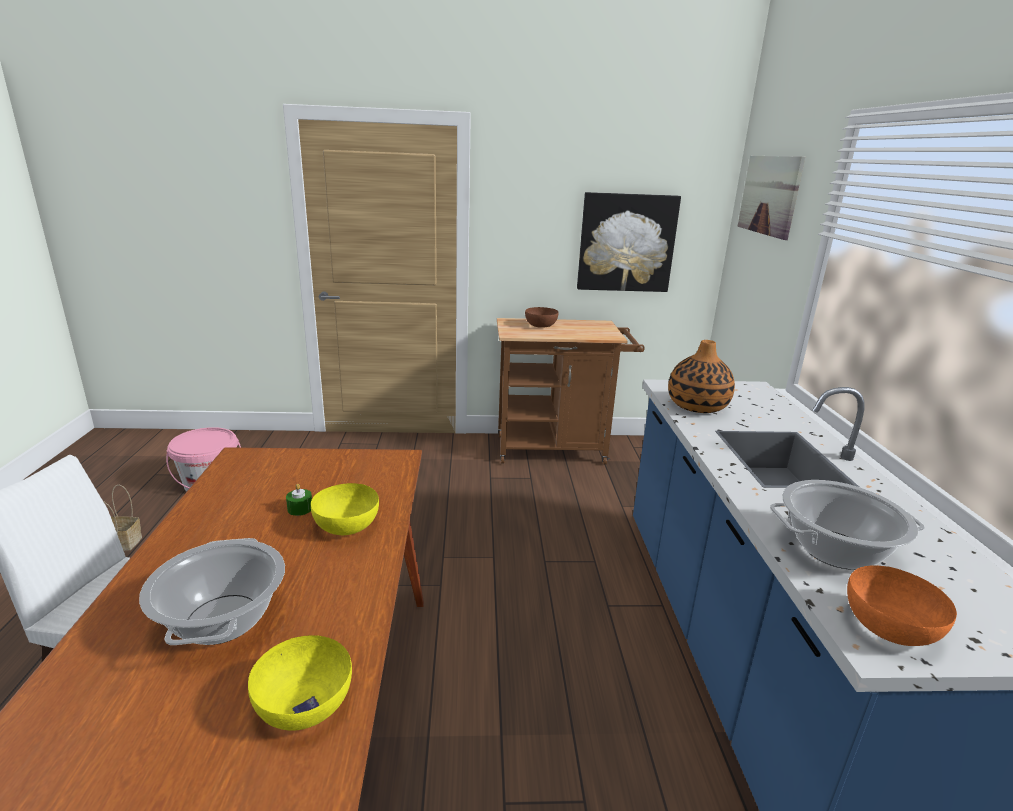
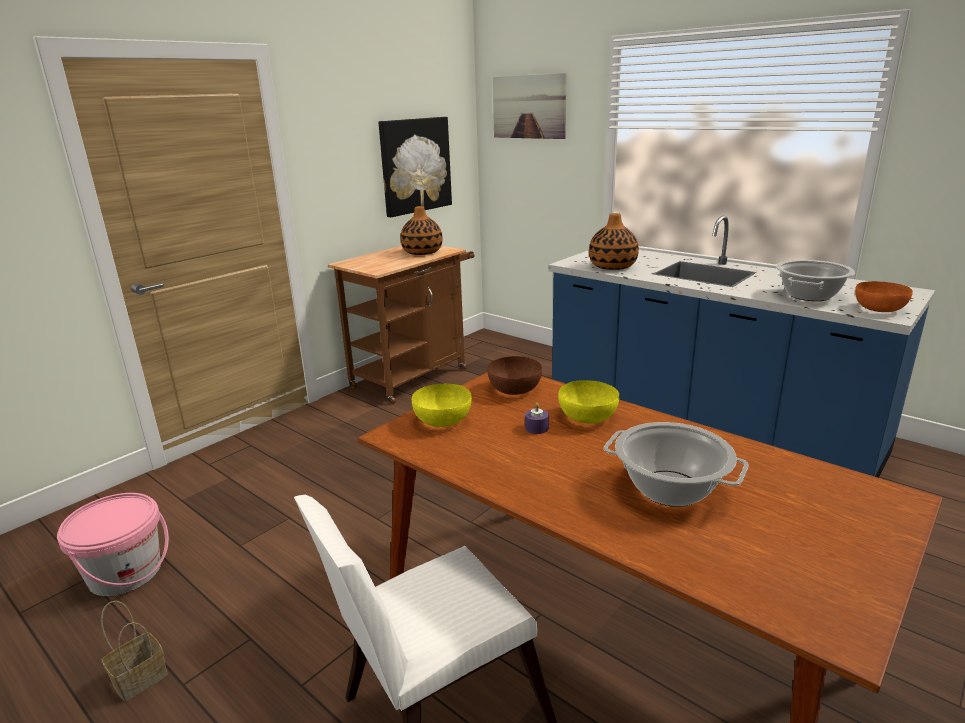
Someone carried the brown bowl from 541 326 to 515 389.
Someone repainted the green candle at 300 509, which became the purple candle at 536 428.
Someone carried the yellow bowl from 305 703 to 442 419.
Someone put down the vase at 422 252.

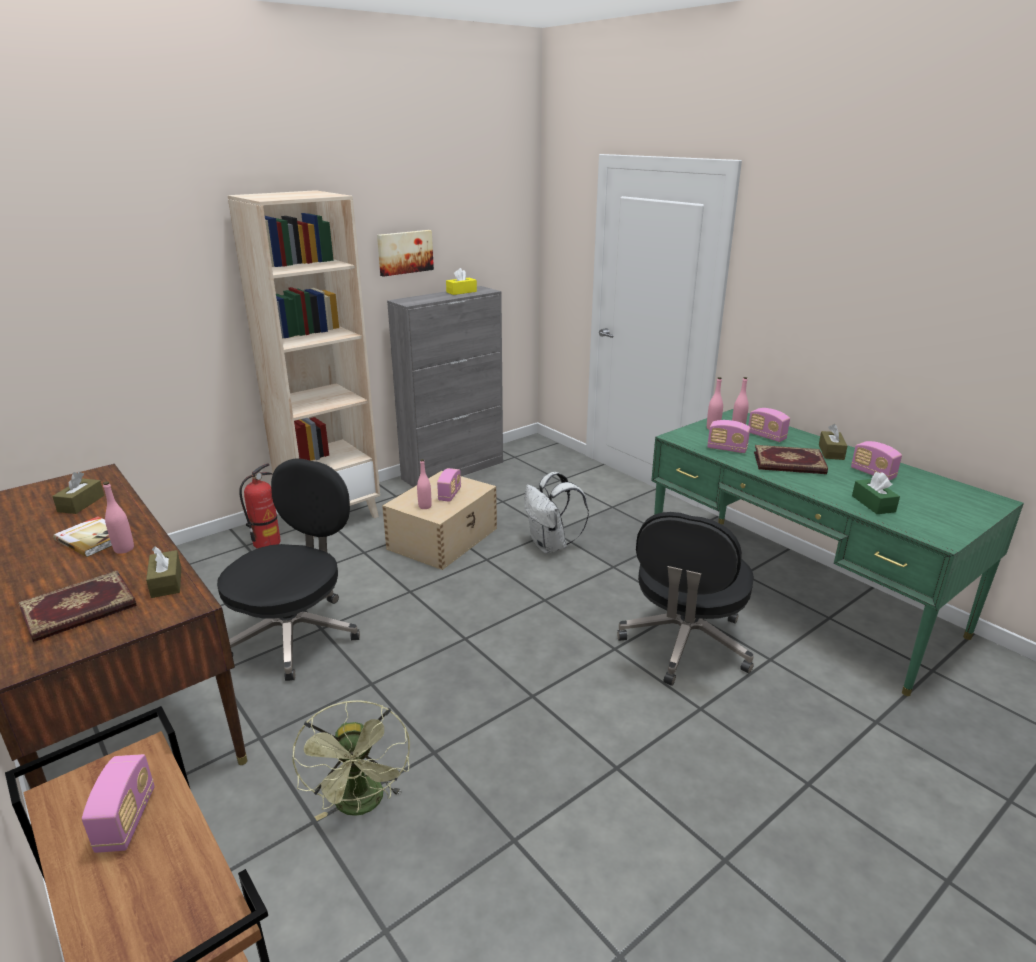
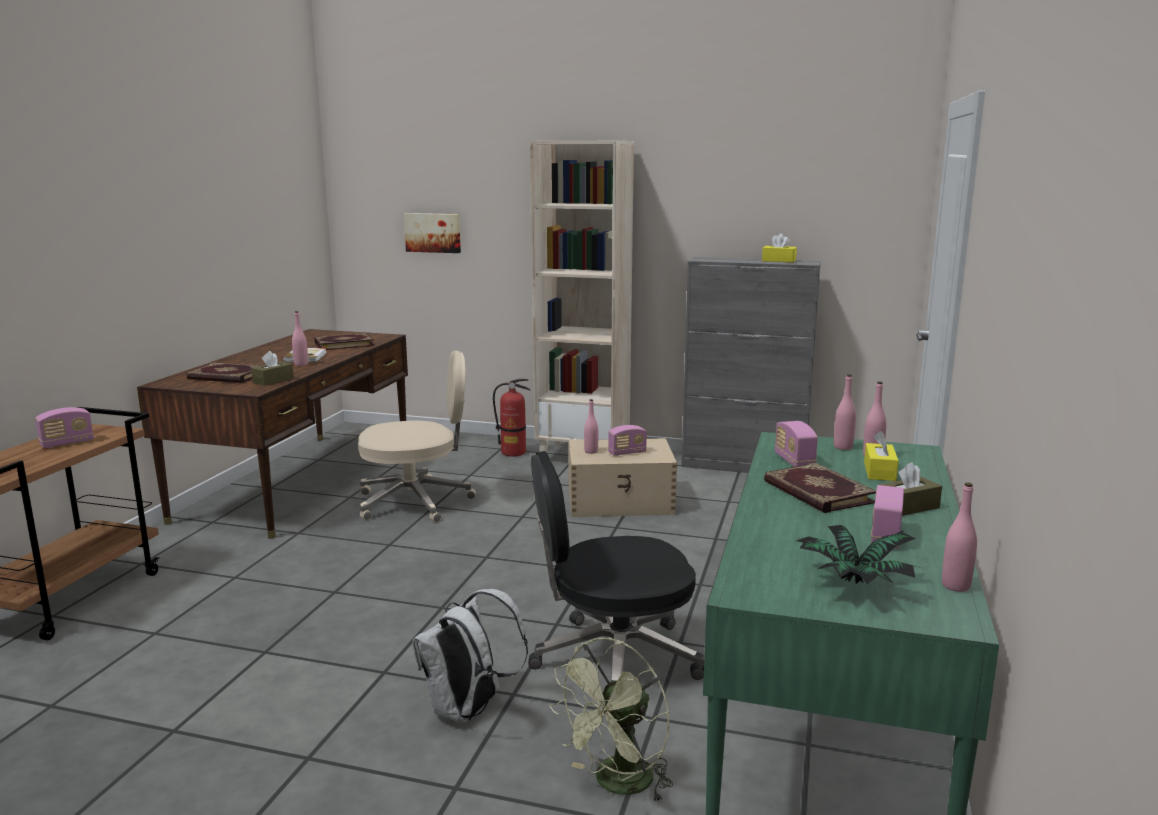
Someone carried the picture from 404 252 to 433 232.
Someone swapped the radio at 766 436 for the yellow tissue box at 879 471.
Someone repainted the black office chair at 295 634, which became the beige office chair at 416 502.
Someone swapped the brown tissue box at 81 503 for the book at 344 344.
Someone carried the white backpack from 551 546 to 468 710.
Someone took away the green tissue box at 873 504.
Someone carried the green fan from 362 805 to 617 785.
Someone put down the pink bottle at 955 586.
Someone put down the potted plant at 853 584.

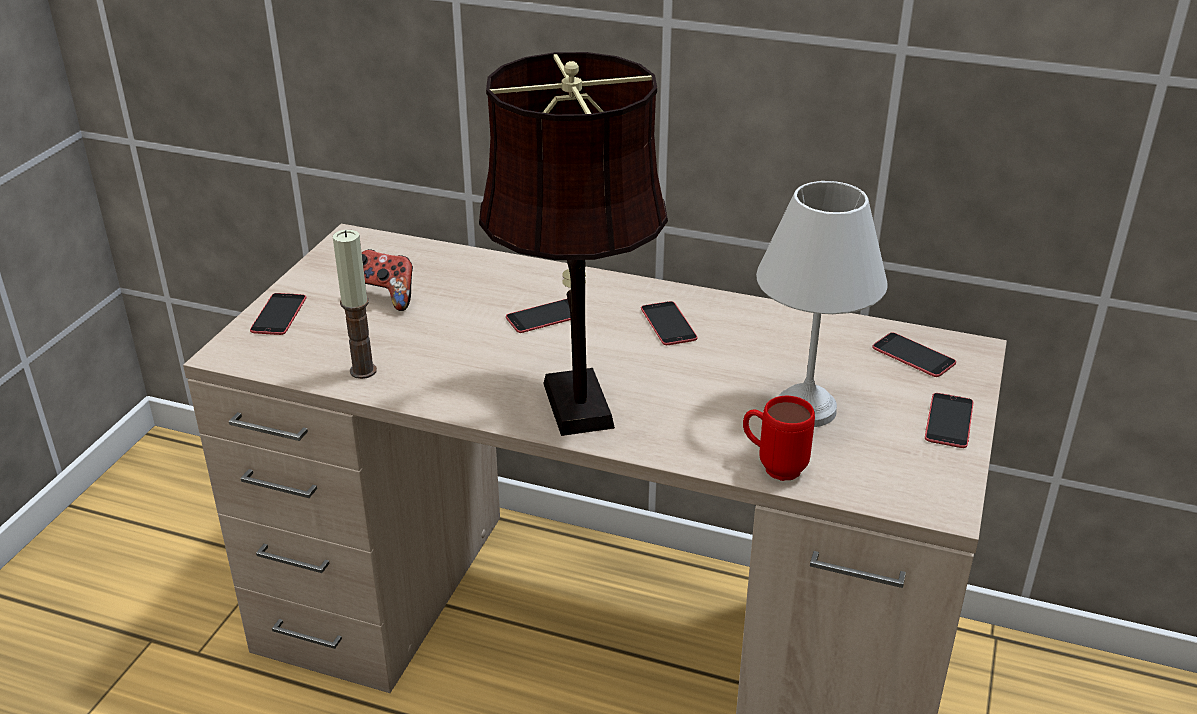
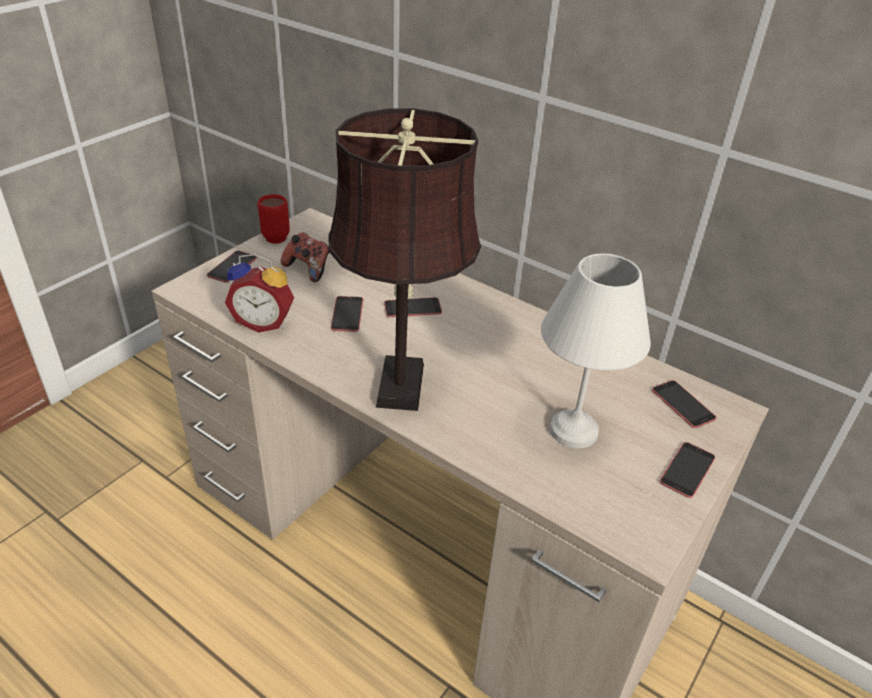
Someone swapped the candle at 363 371 for the alarm clock at 264 322.
Someone carried the phone from 668 324 to 347 314.
Someone carried the red mug from 773 467 to 272 236.

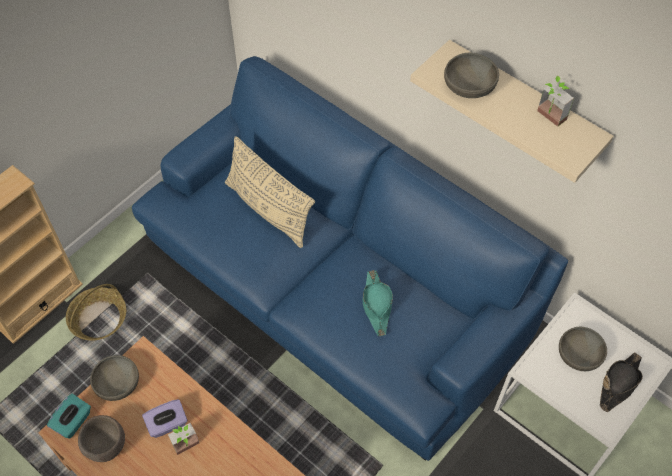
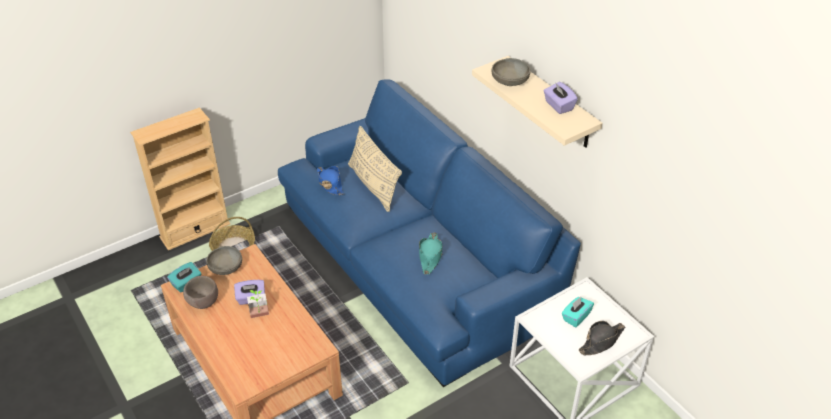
Someone swapped the potted plant at 548 118 for the purple tissue box at 558 106.
Someone swapped the grey bowl at 579 355 for the turquoise tissue box at 575 317.
Someone put down the blue hat at 330 184.

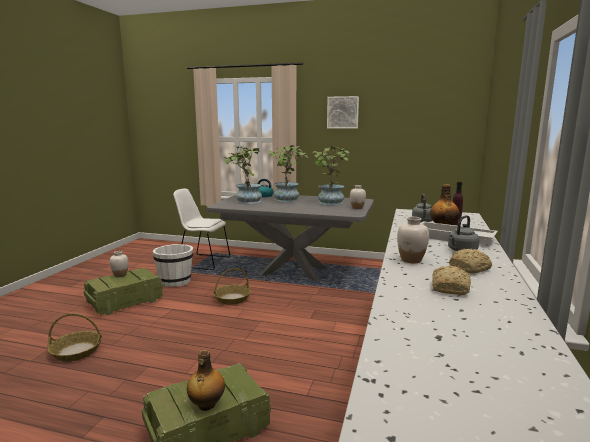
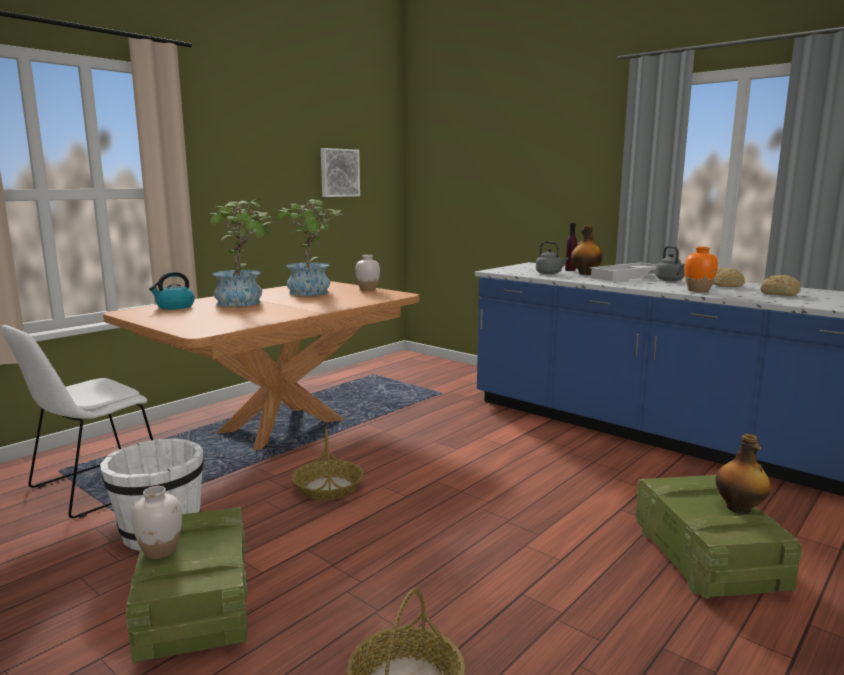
Someone carried the picture from 343 112 to 339 173.
Someone took away the potted plant at 245 201.
Someone repainted the grey dining table at 293 271, which became the brown dining table at 280 426.
Someone repainted the white vase at 411 260, which became the orange vase at 698 290.

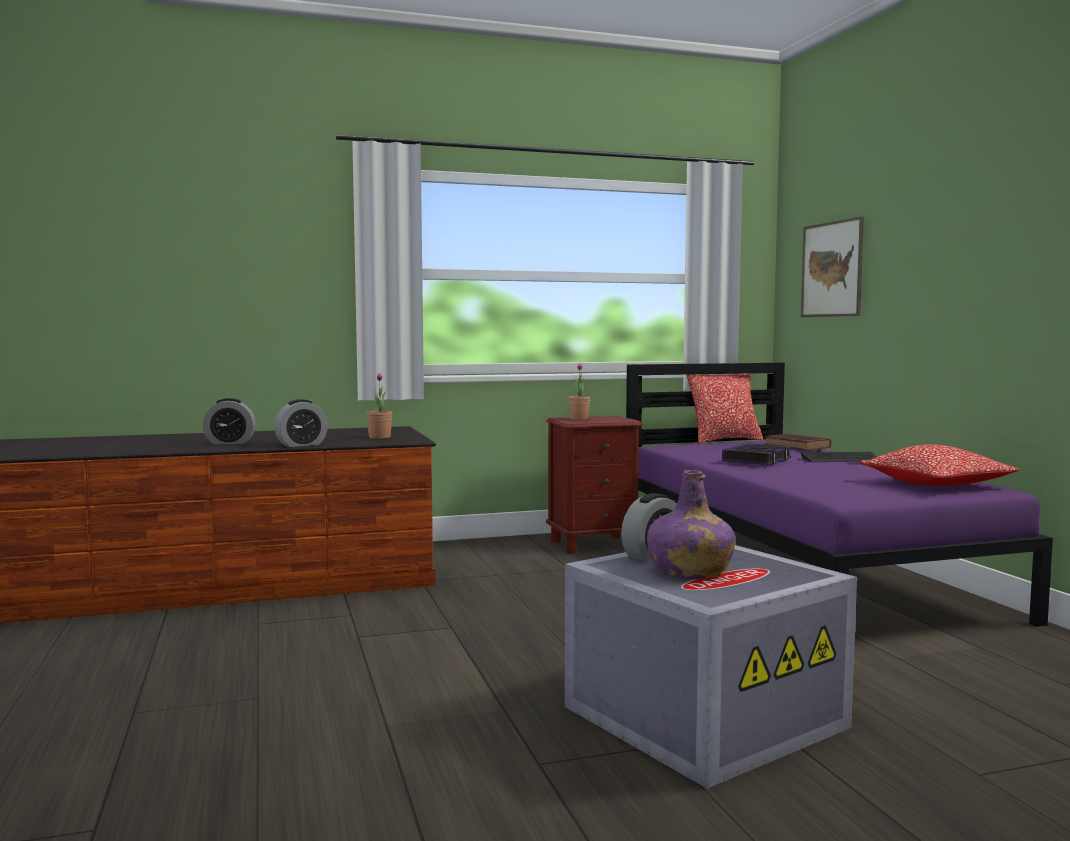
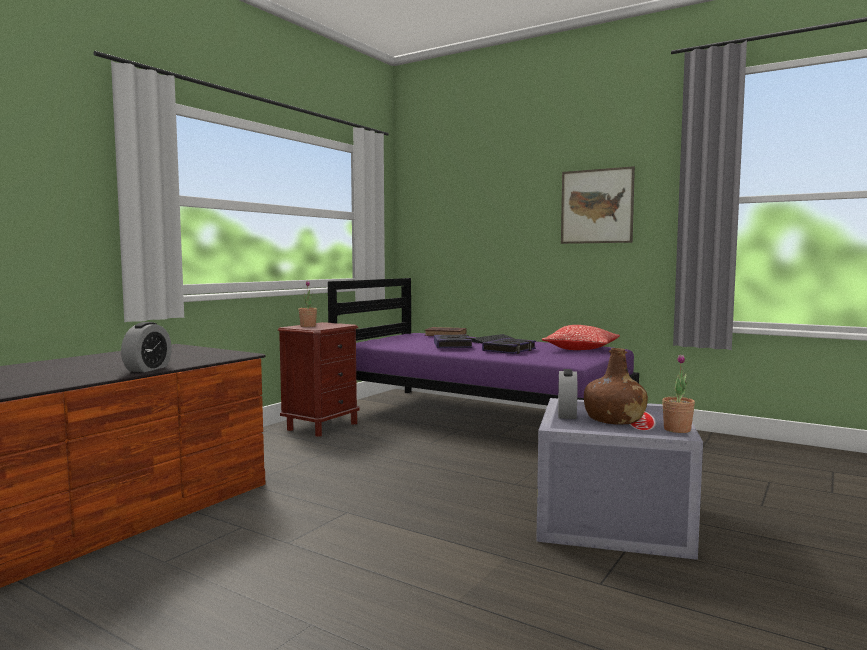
Someone carried the picture from 831 269 to 596 206.
Someone carried the potted plant from 379 437 to 677 430.
Someone took away the pillow at 724 440.
Someone took away the alarm clock at 230 442.
Someone repainted the purple bottle at 689 572, which became the brown bottle at 614 420.
Someone put down the book at 509 350.

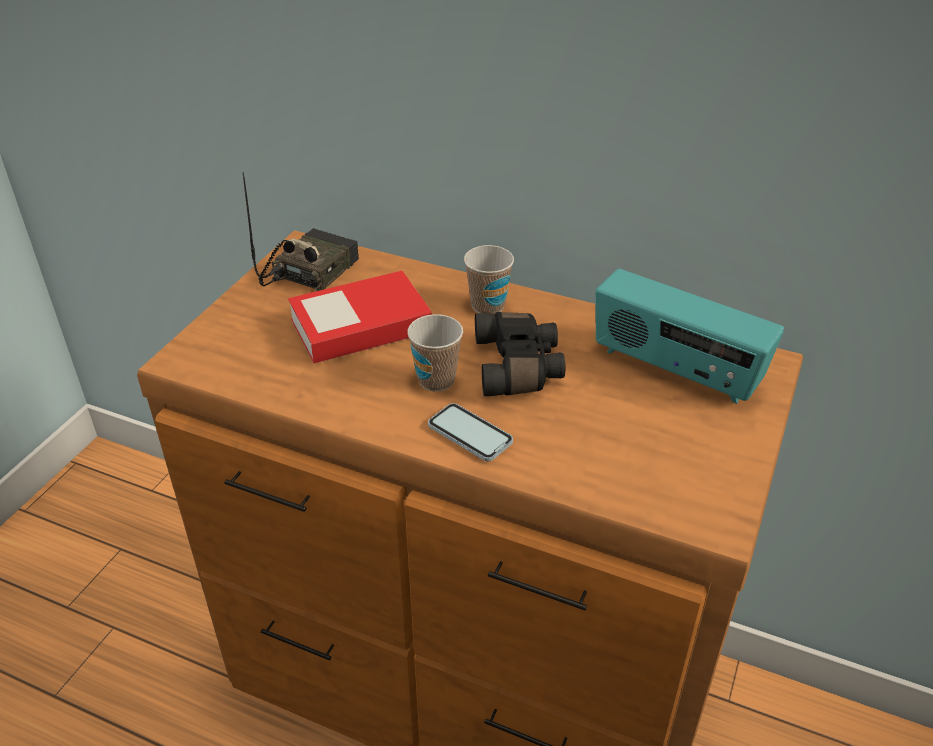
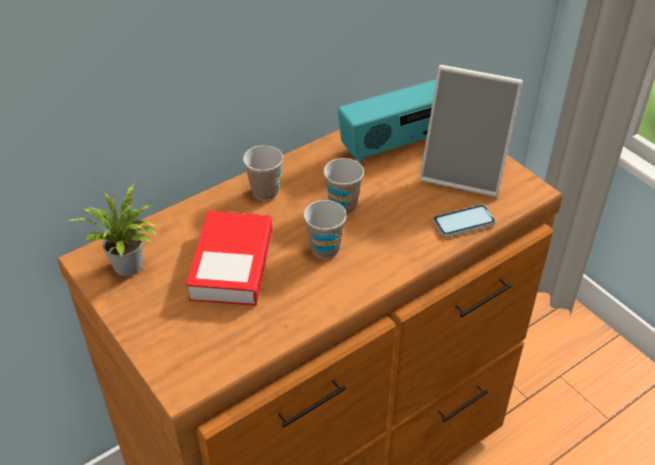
Someone swapped the radio at 309 271 for the potted plant at 130 268.
Someone swapped the black binoculars at 519 367 for the cup at 343 205.
Someone carried the phone from 470 434 to 463 222.
Someone put down the picture frame at 464 172.

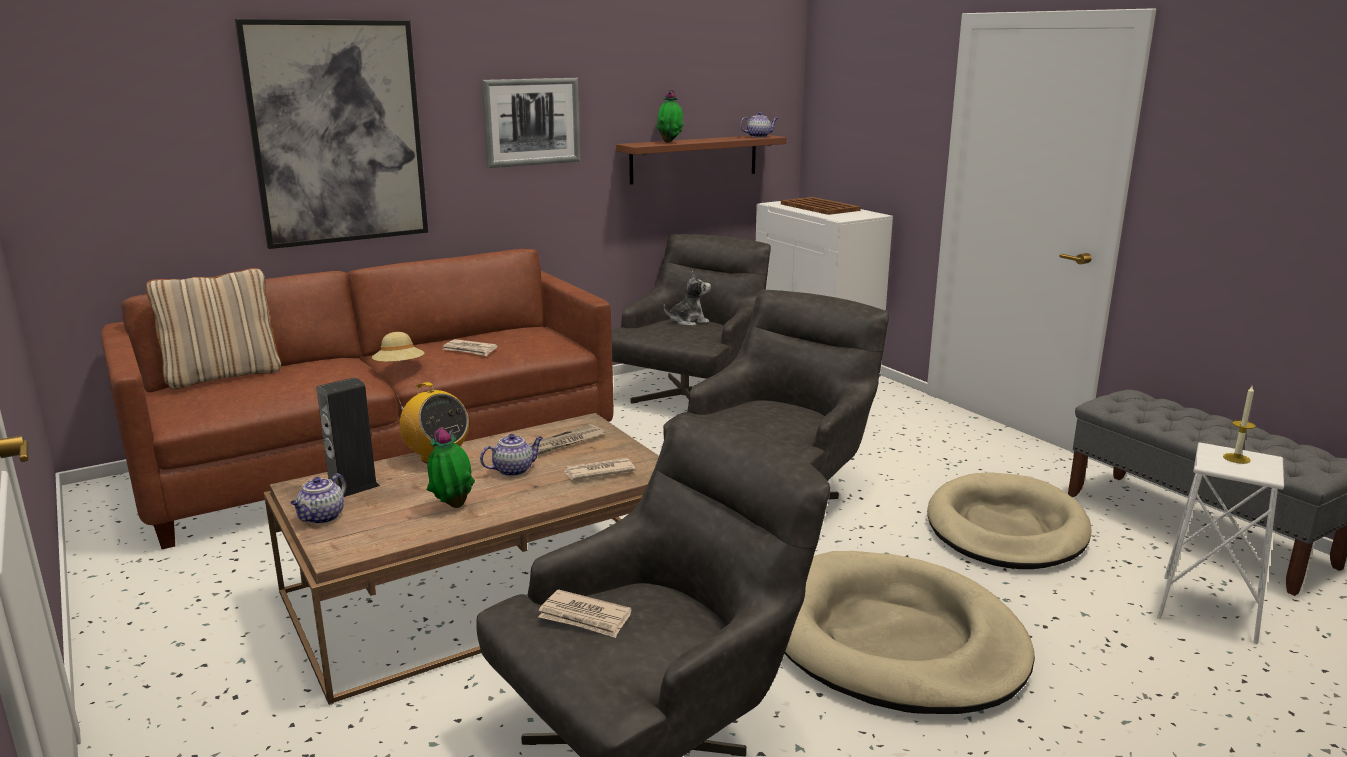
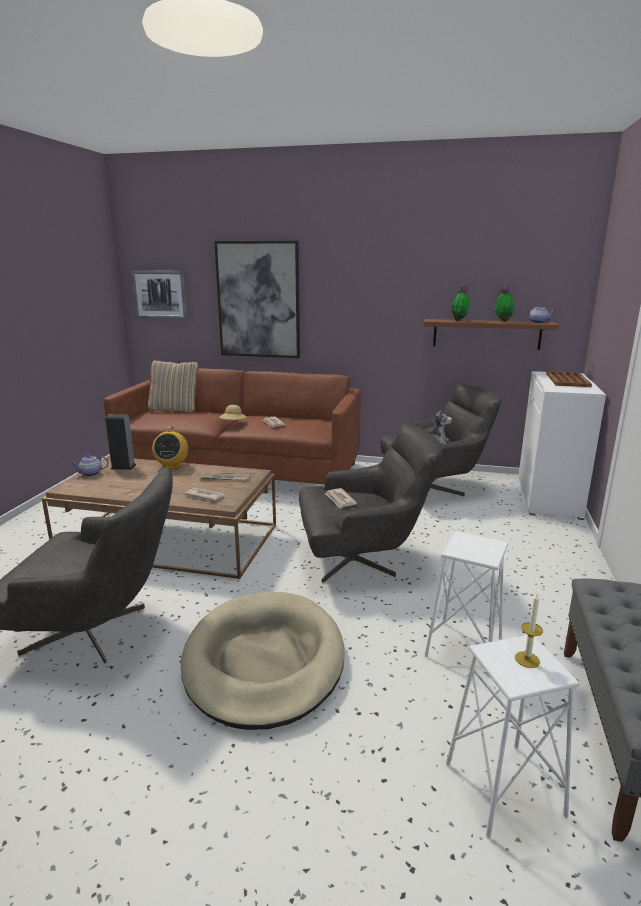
Someone carried the picture from 531 122 to 160 295.
Someone carried the potted plant from 453 505 to 503 321.
Someone took away the teapot at 514 470.
Someone swapped the beige dog bed at 1006 528 for the white stool at 464 647.
Someone carried the newspaper from 585 617 to 340 500.

